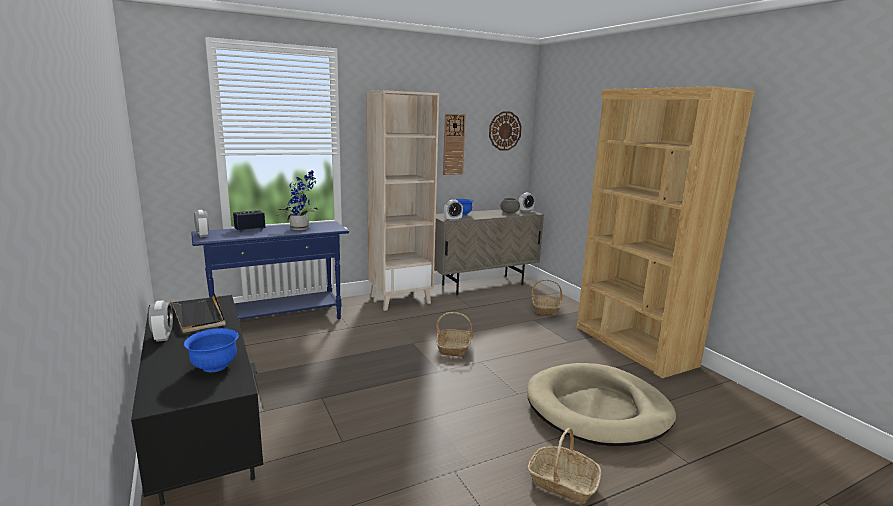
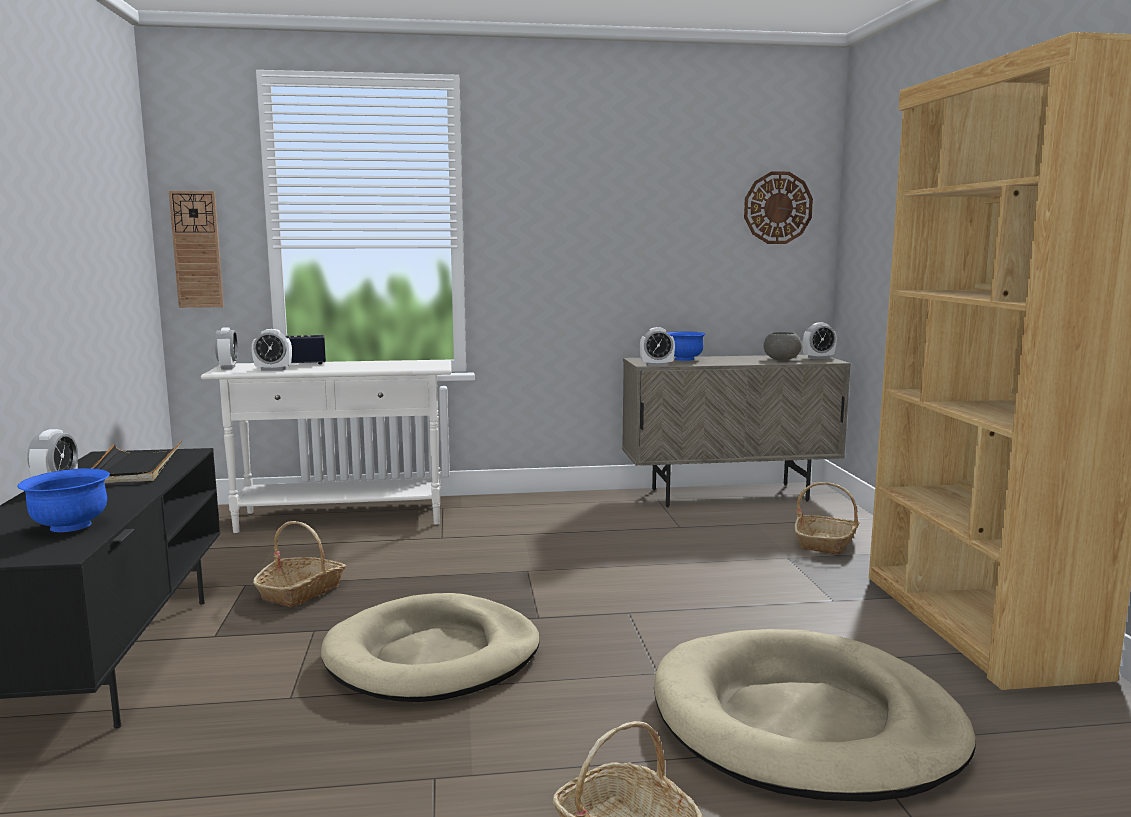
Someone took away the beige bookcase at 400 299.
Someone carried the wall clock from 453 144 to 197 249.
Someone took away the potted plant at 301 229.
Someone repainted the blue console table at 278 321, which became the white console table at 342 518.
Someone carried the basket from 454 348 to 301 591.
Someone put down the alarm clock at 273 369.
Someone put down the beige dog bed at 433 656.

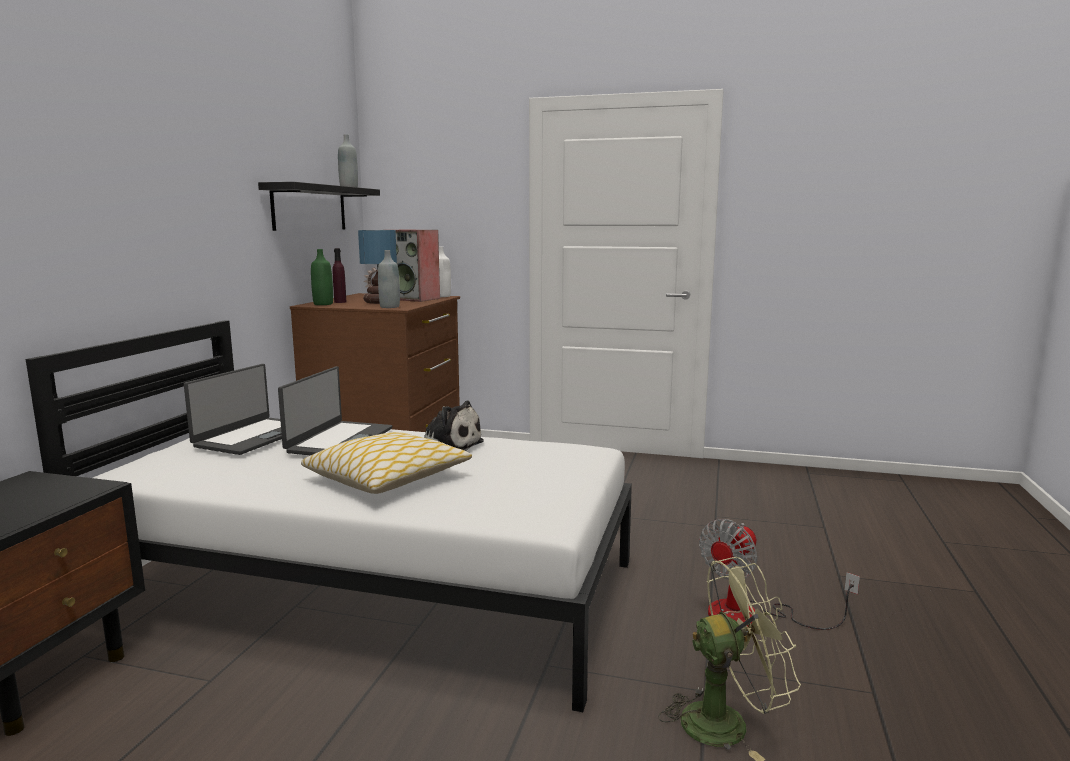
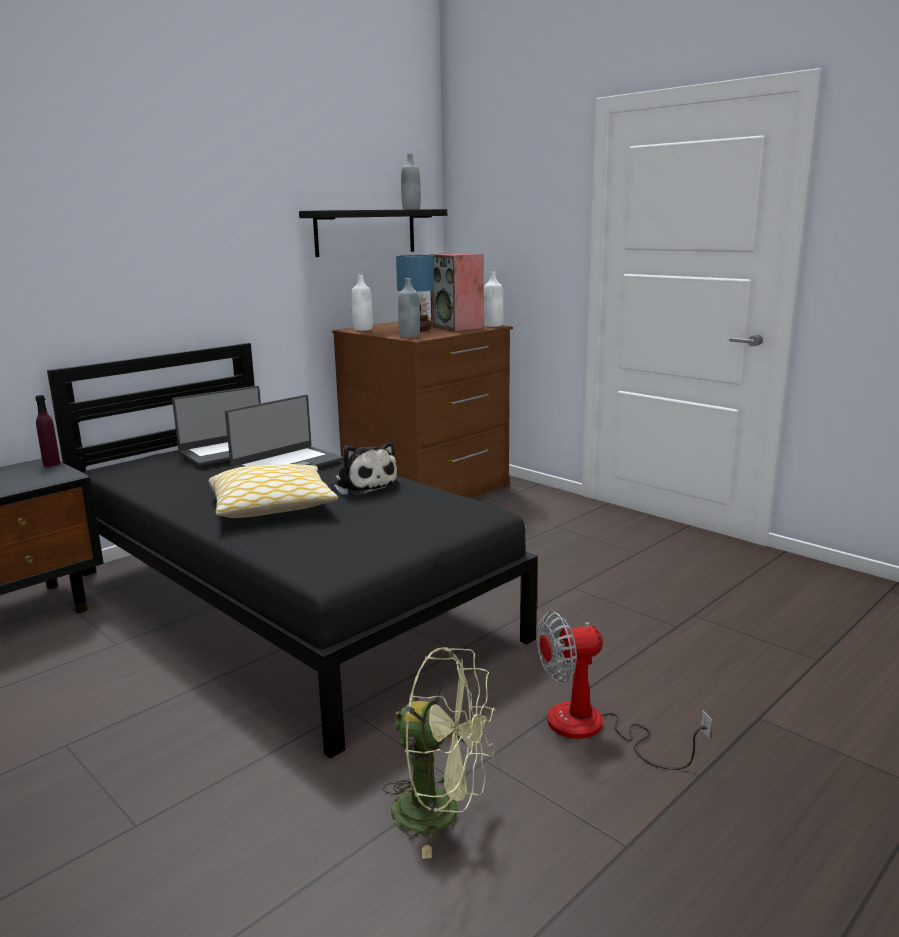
Someone carried the purple bottle from 340 302 to 51 464.
Someone repainted the green bottle at 323 304, which became the white bottle at 363 329.
Someone repainted the white bed at 370 587, which became the black bed at 288 603.

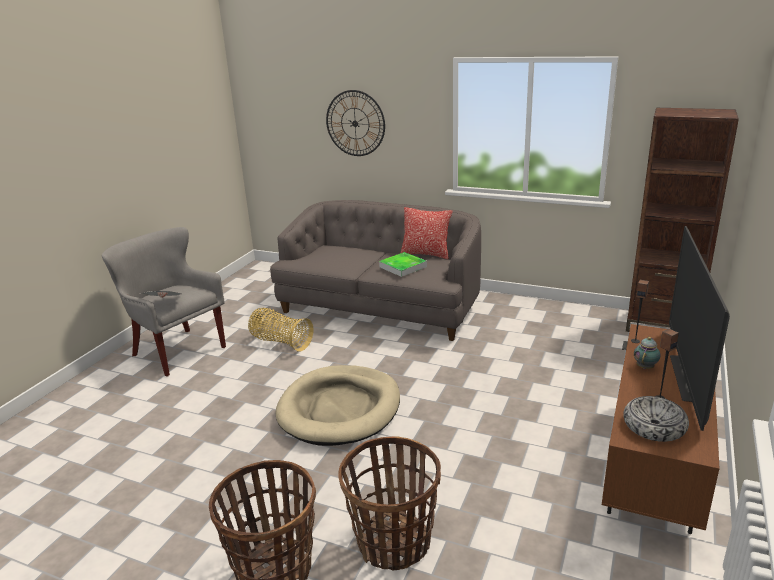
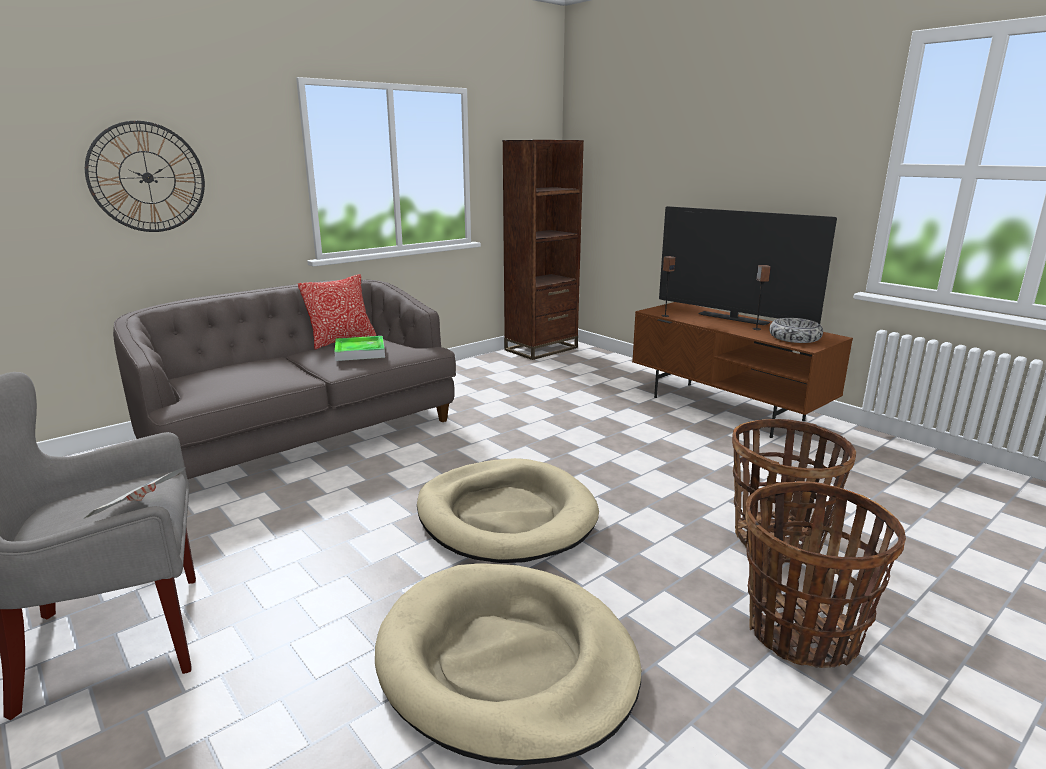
Someone took away the basket at 280 342.
Someone took away the teapot at 645 367.
Someone put down the beige dog bed at 506 663.

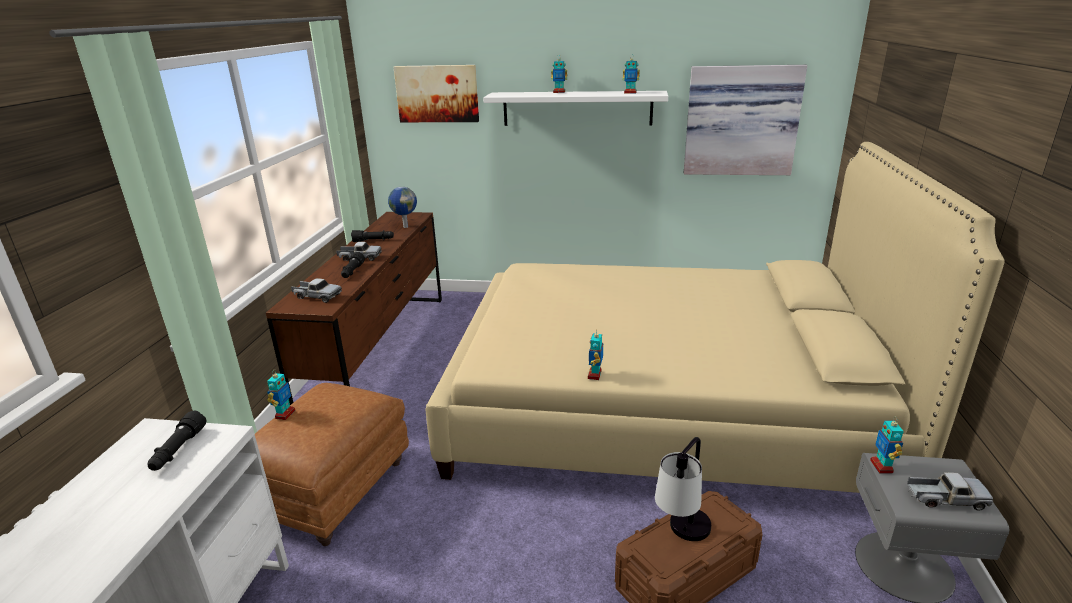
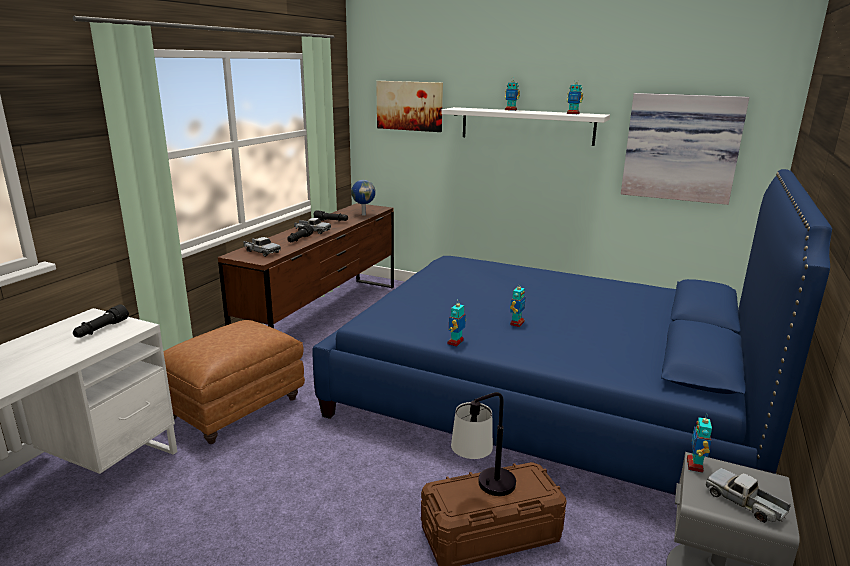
Someone repainted the beige bed at 661 402, which became the blue bed at 546 396.
Someone carried the toy robot from 285 414 to 516 323.
Someone rotated the toy truck at 945 498 by 150 degrees counterclockwise.

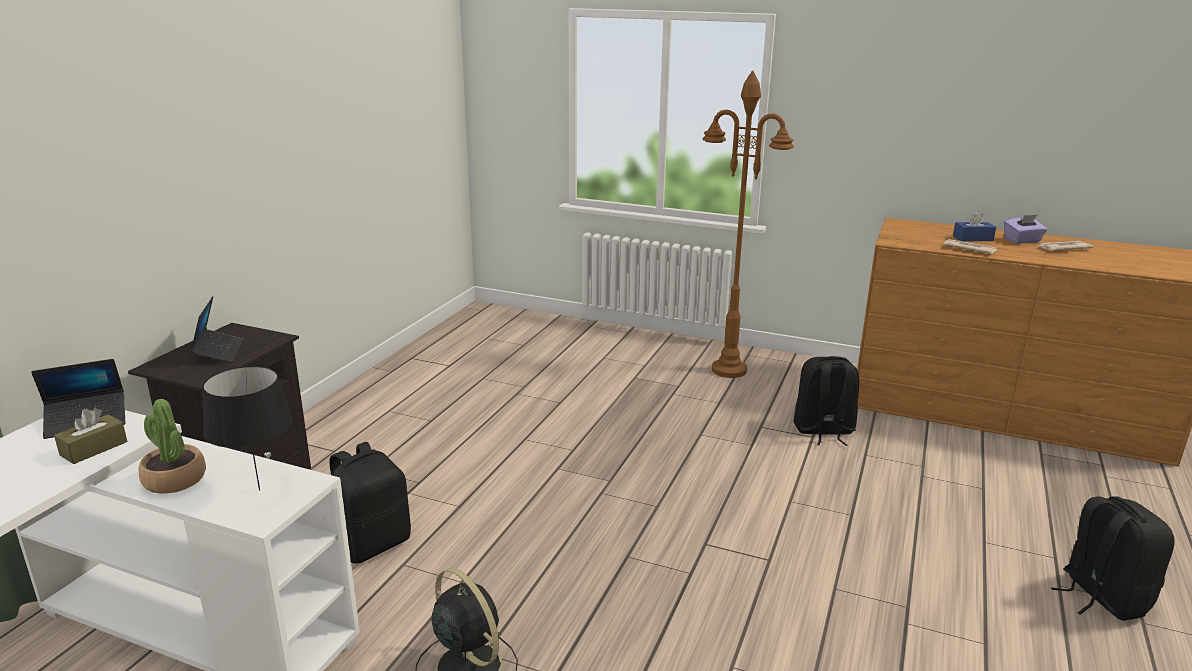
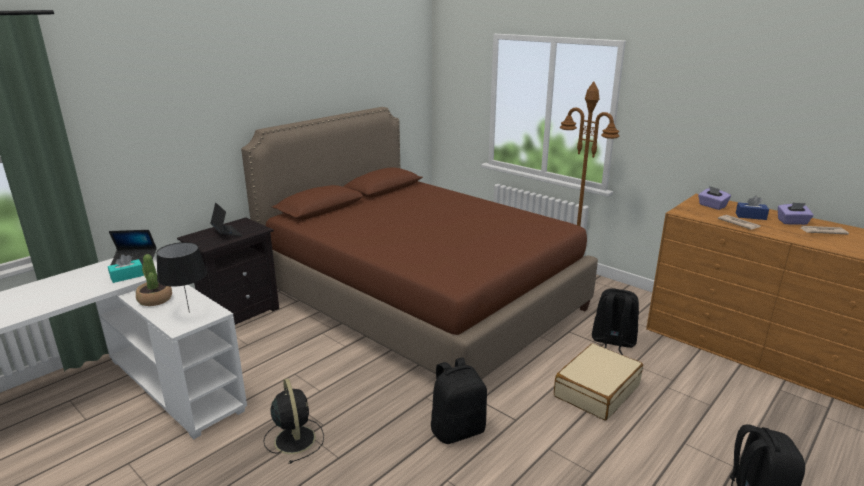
Someone rotated the laptop at 218 352 by 45 degrees counterclockwise.
Someone repainted the brown tissue box at 94 448, which became the turquoise tissue box at 127 276.
Someone carried the black backpack from 372 544 to 457 430.
Someone put down the brown bed at 420 300.
Someone put down the purple tissue box at 712 206.
Someone put down the beige suitcase at 596 390.

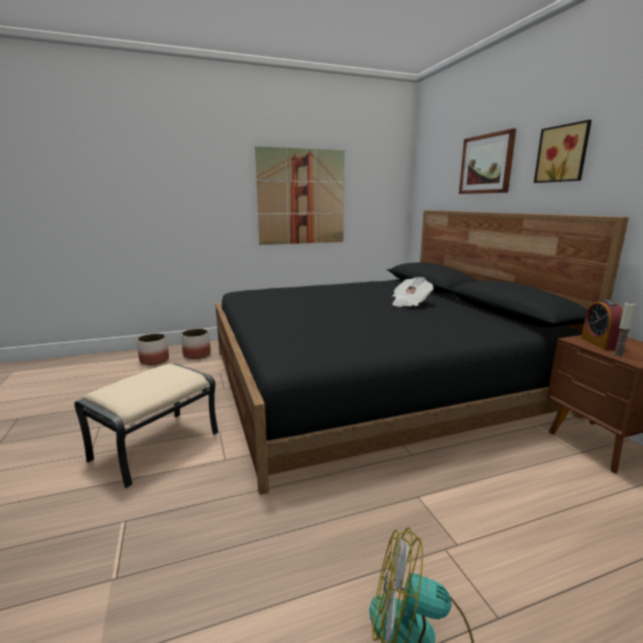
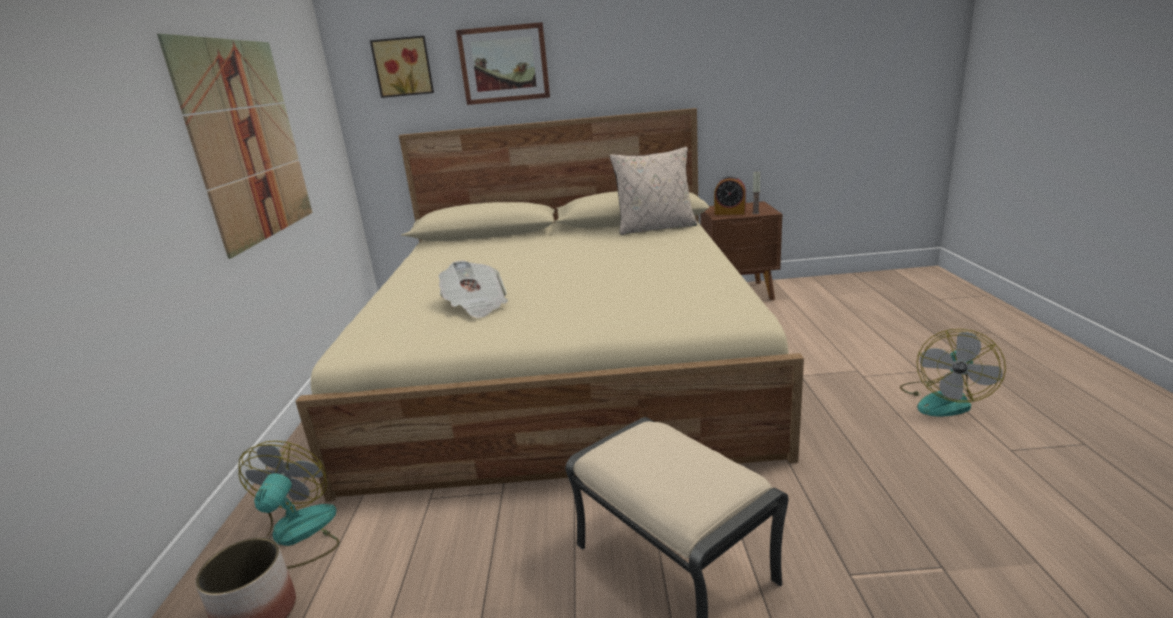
Someone carried the picture from 563 153 to 403 67.
Someone repainted the black bed at 371 380, which became the beige bed at 564 364.
Someone carried the newspaper from 409 303 to 476 306.
Someone swapped the planter at 197 354 for the fan at 297 536.
Someone put down the beige pillow at 655 228.

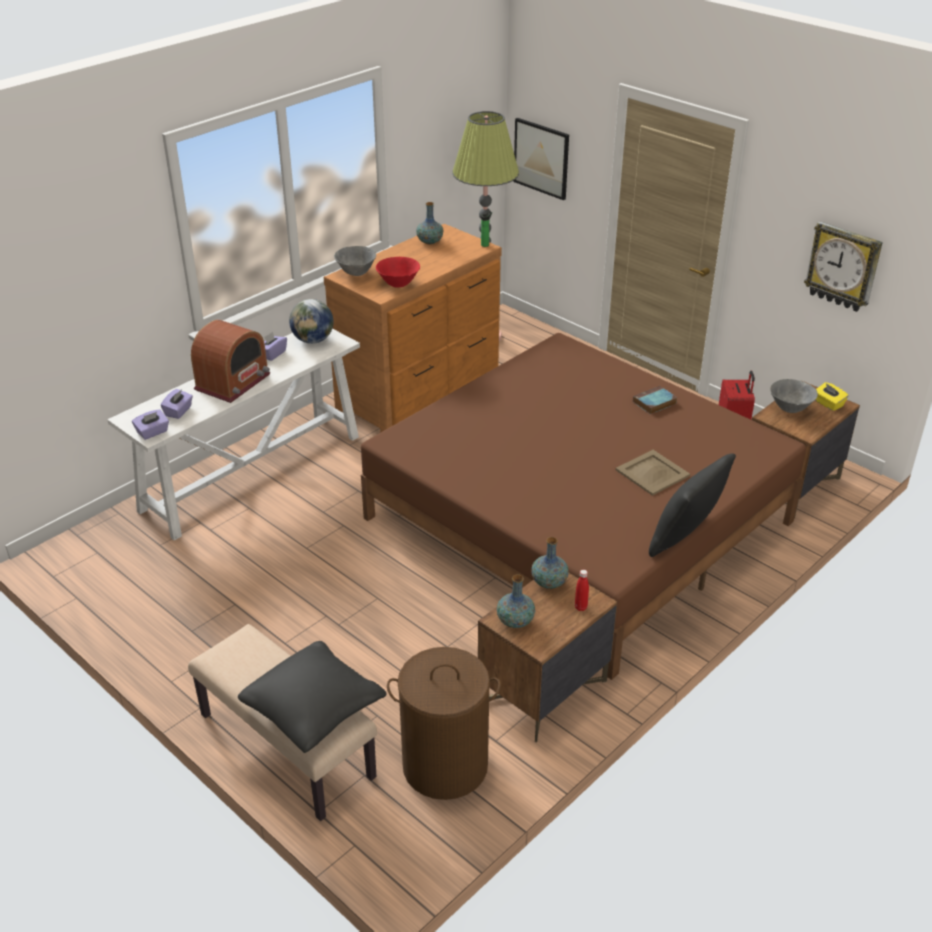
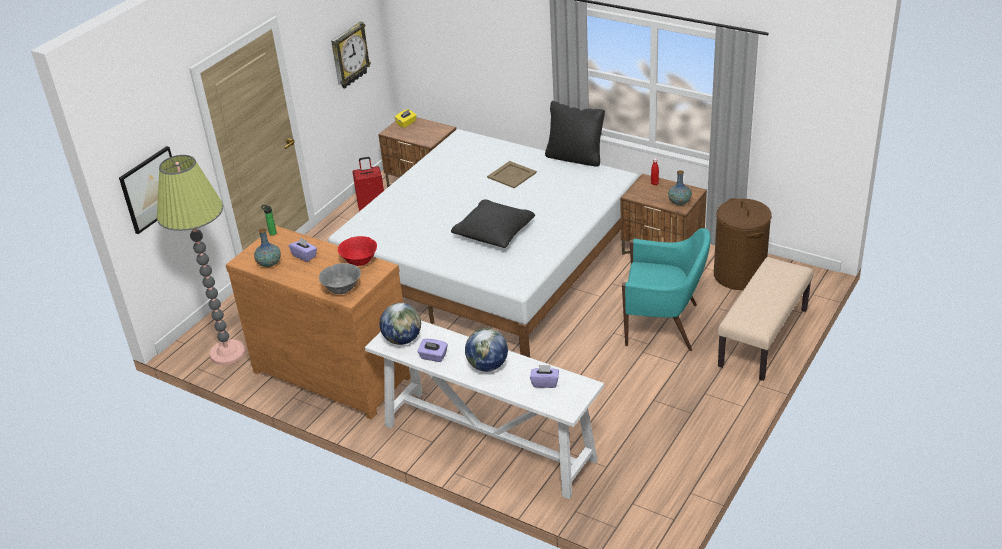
Someone swapped the radio at 233 382 for the globe at 487 366.
Someone repainted the brown bed at 577 520, which became the white bed at 492 262.
Someone took away the grey bowl at 790 409.
Someone took away the book at 654 403.
Someone carried the purple tissue box from 152 432 to 304 256.
Someone took away the vase at 549 582.
Someone carried the black pillow from 313 708 to 494 233.
Someone put down the turquoise armchair at 663 325.

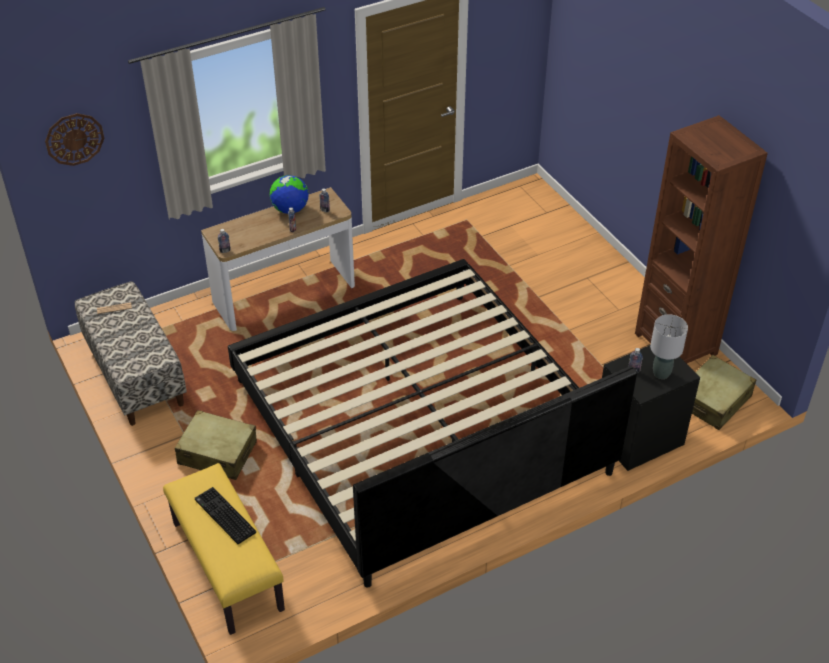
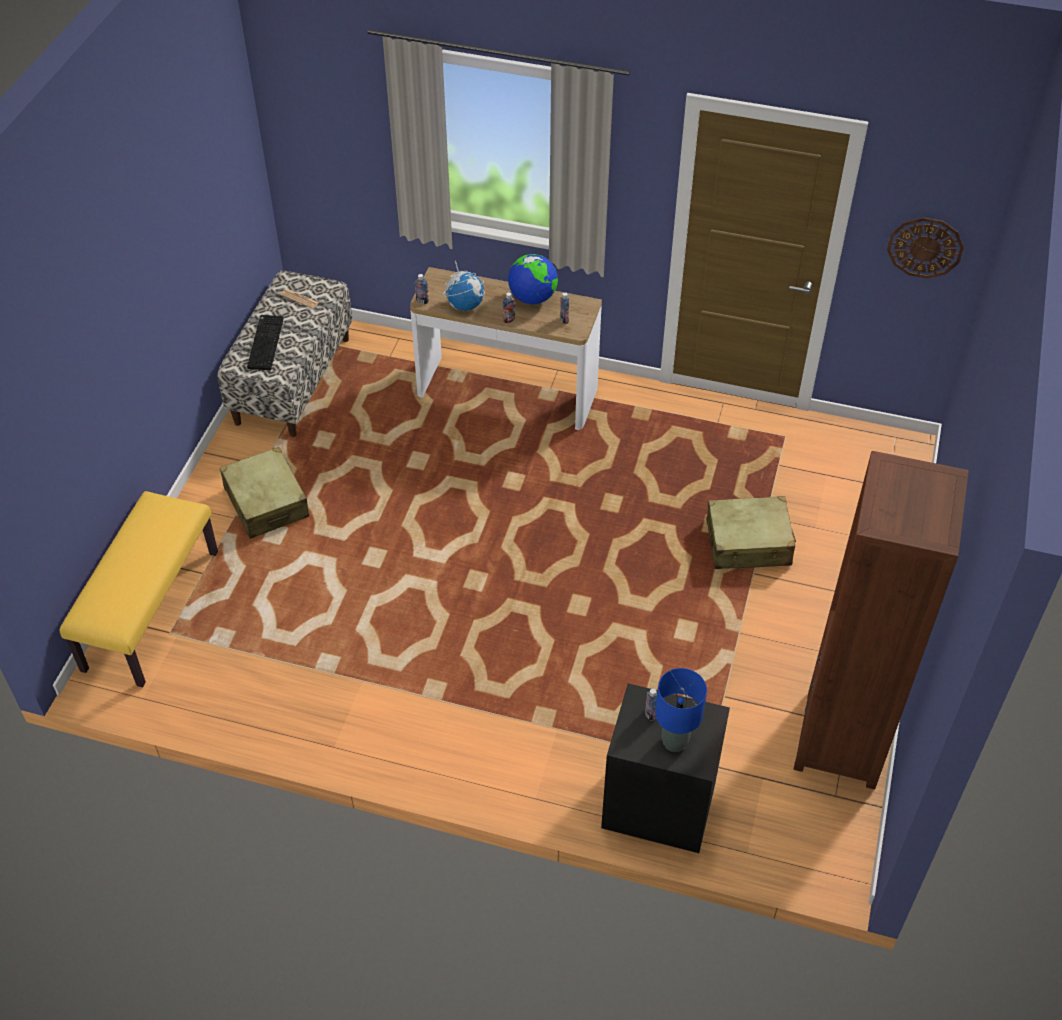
Someone carried the wall clock from 74 139 to 925 247.
Someone took away the bed at 418 426.
Someone repainted the grey table lamp at 661 373, which became the blue table lamp at 675 742.
Someone carried the beige suitcase from 713 400 to 748 543.
Someone carried the keyboard from 223 516 to 264 342.
Someone put down the globe at 465 305.

